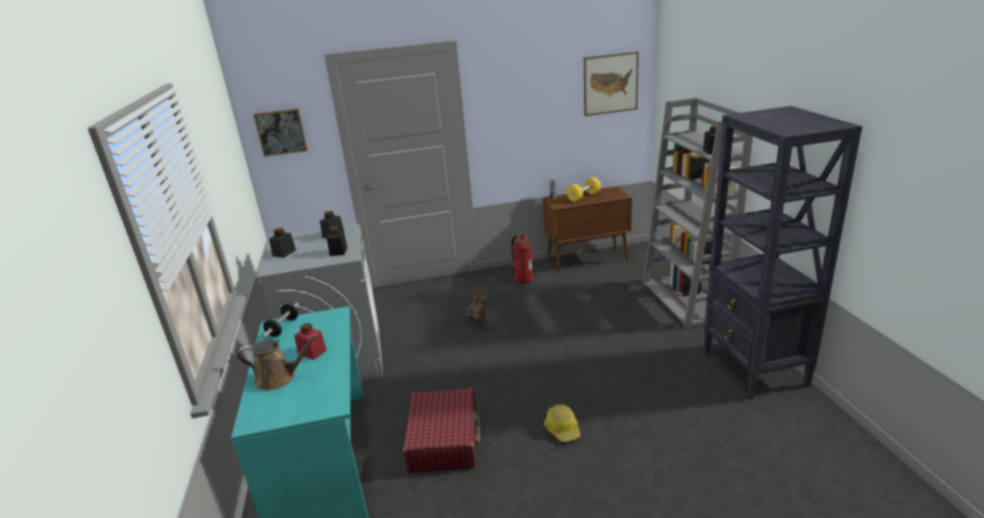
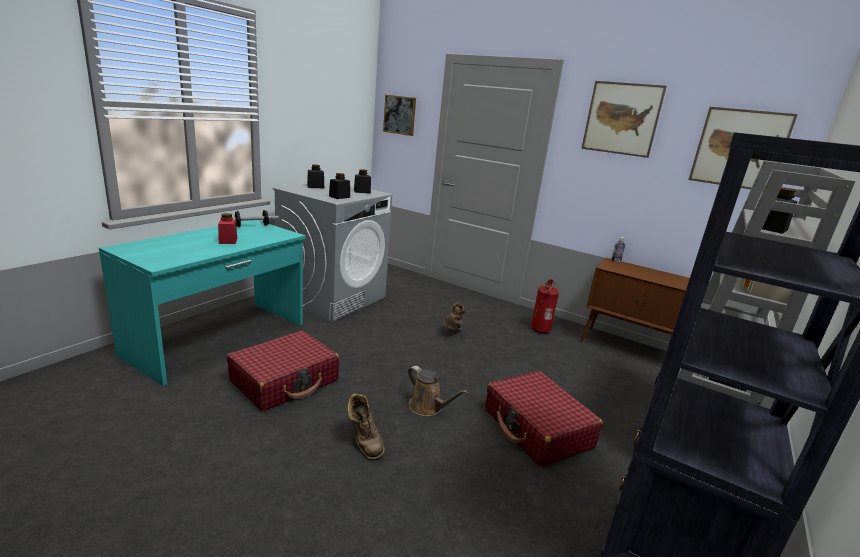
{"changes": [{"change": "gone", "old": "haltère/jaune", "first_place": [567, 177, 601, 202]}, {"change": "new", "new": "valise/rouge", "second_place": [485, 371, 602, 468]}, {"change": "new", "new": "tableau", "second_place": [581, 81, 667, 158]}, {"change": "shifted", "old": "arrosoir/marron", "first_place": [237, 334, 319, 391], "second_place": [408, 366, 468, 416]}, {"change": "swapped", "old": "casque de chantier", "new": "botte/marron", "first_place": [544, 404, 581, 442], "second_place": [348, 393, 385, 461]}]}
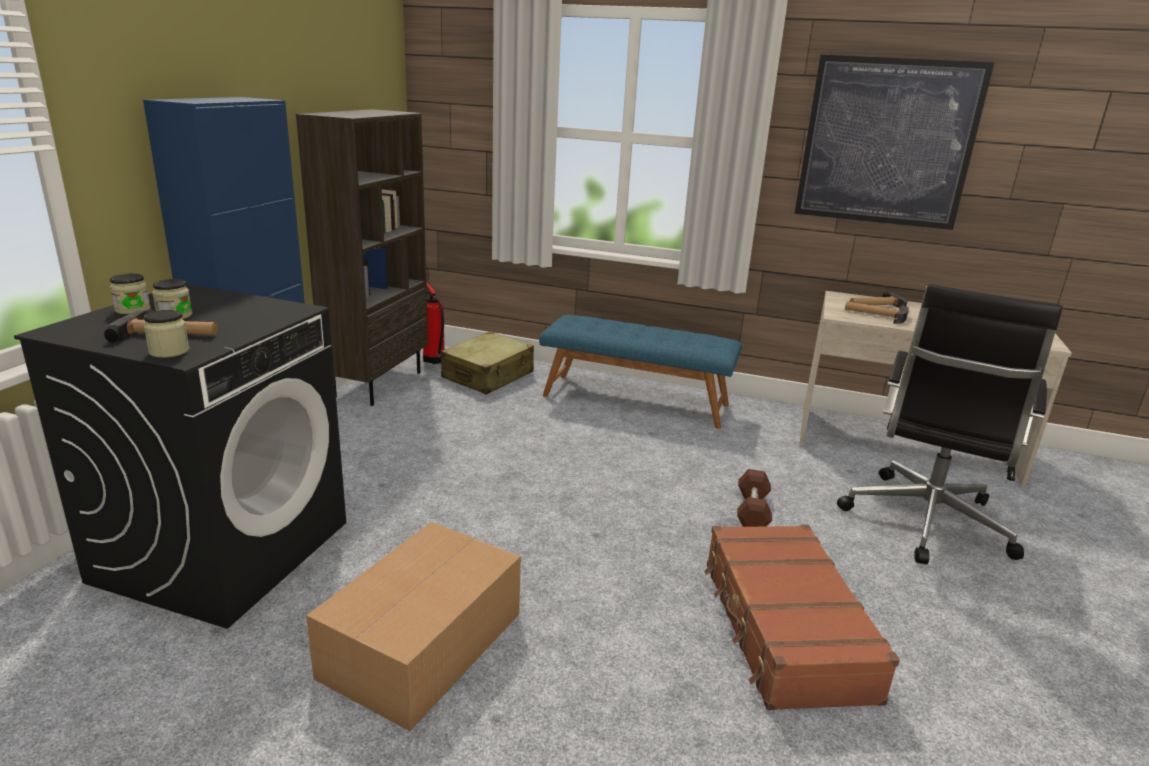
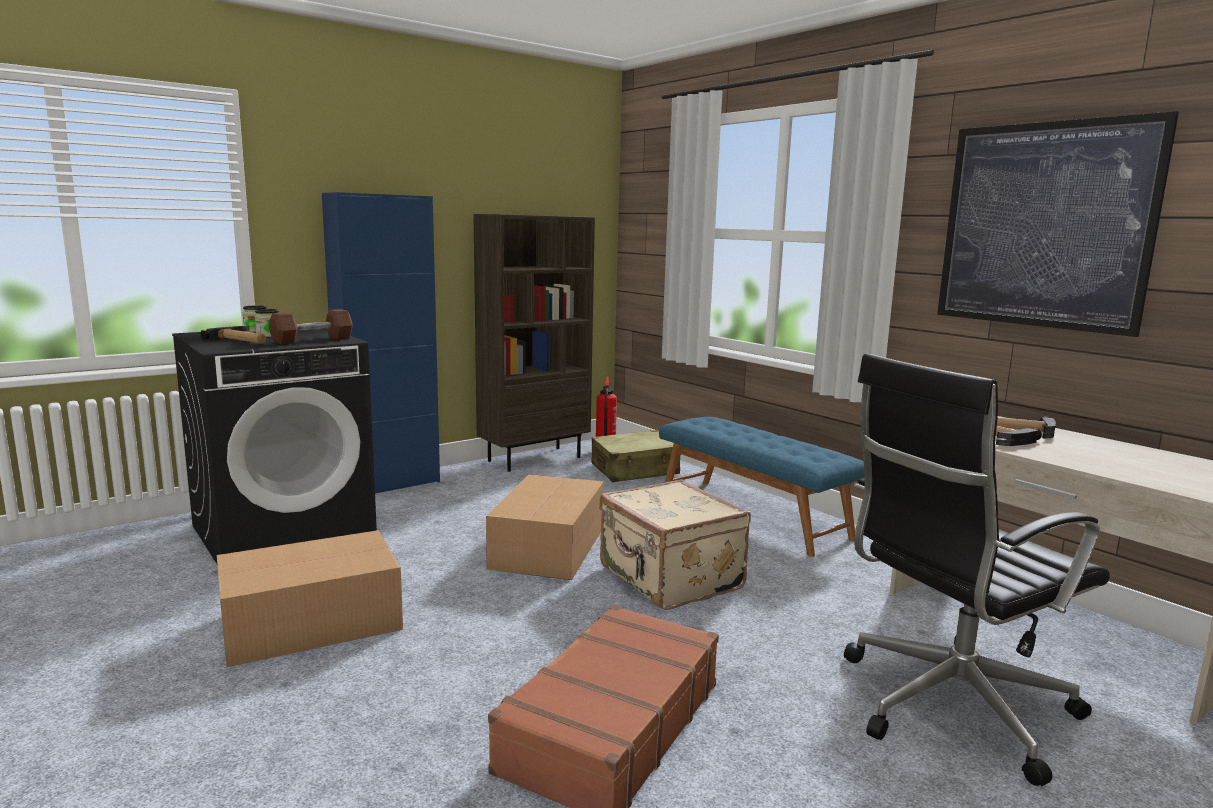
{"changes": [{"change": "gone", "old": "bocal", "first_place": [144, 310, 189, 358]}, {"change": "new", "new": "carton", "second_place": [486, 474, 604, 580]}, {"change": "new", "new": "valise/beige", "second_place": [599, 479, 751, 610]}, {"change": "shifted", "old": "haltère/marron", "first_place": [737, 469, 772, 527], "second_place": [269, 309, 353, 345]}]}
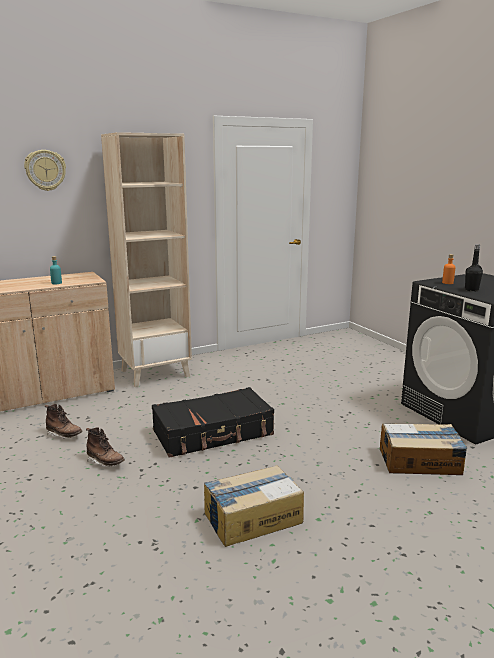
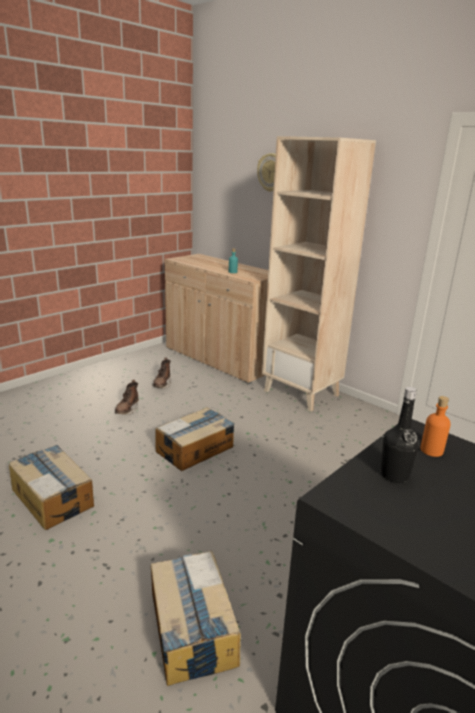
{"changes": [{"change": "swapped", "old": "valise/noir", "new": "carton", "first_place": [152, 387, 274, 458], "second_place": [155, 407, 235, 471]}]}
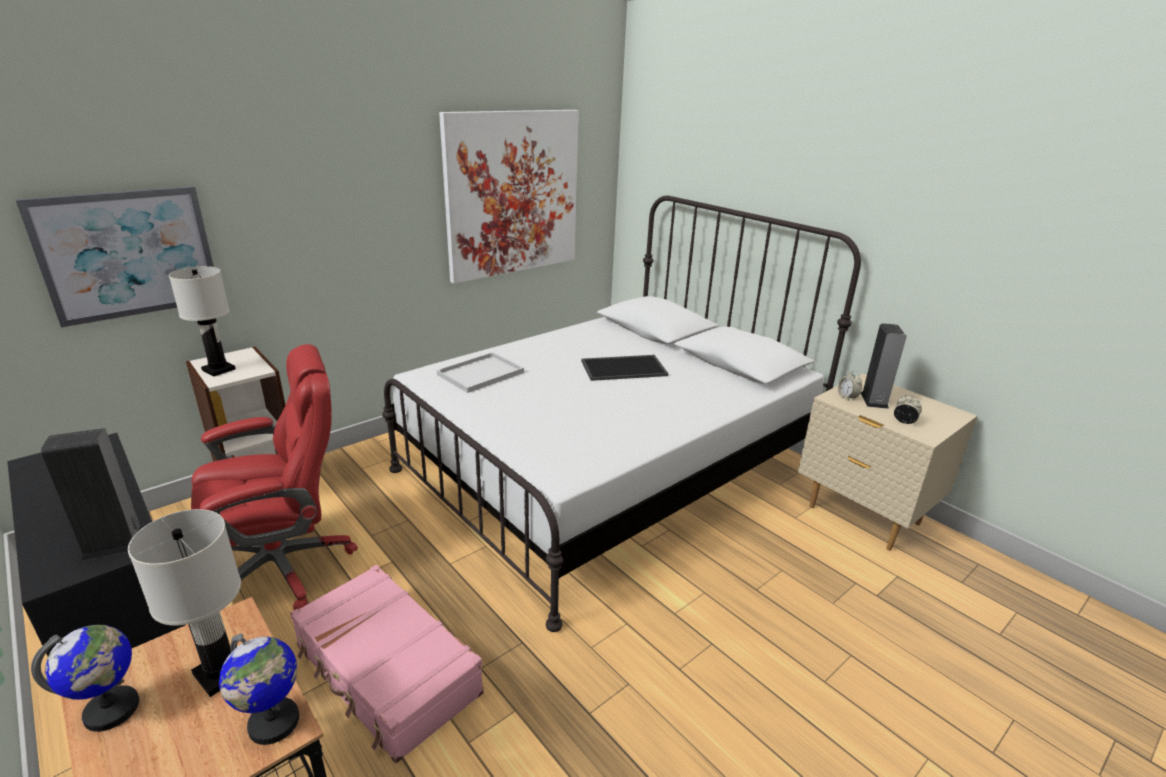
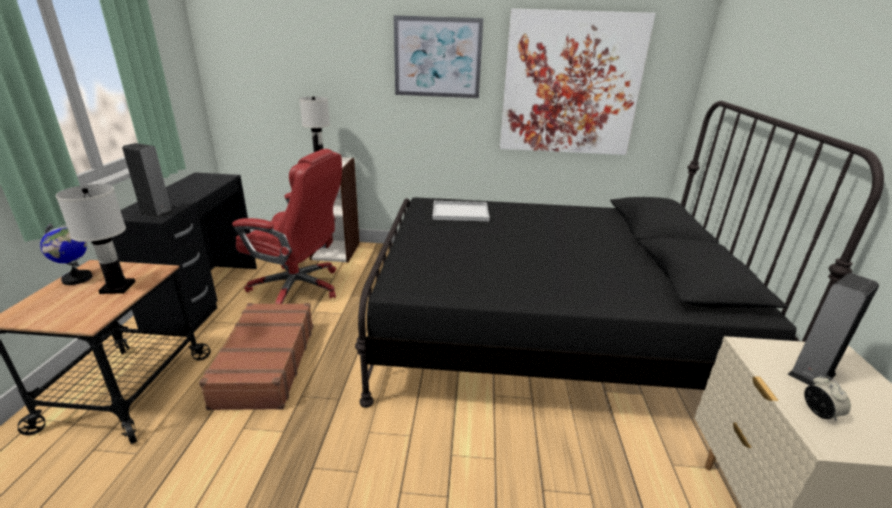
{"changes": [{"change": "gone", "old": "globe", "first_place": [219, 634, 299, 745]}, {"change": "gone", "old": "plateau", "first_place": [581, 355, 669, 381]}, {"change": "gone", "old": "réveil", "first_place": [838, 370, 862, 401]}, {"change": "shifted", "old": "tableau", "first_place": [16, 186, 214, 328], "second_place": [394, 15, 483, 98]}, {"change": "repainted", "old": "valise/rose", "new": "valise/marron", "first_place": [290, 565, 484, 763], "second_place": [199, 303, 313, 410]}, {"change": "repainted", "old": "lit/blanc", "new": "lit/noir", "first_place": [382, 196, 861, 632], "second_place": [355, 101, 884, 408]}]}
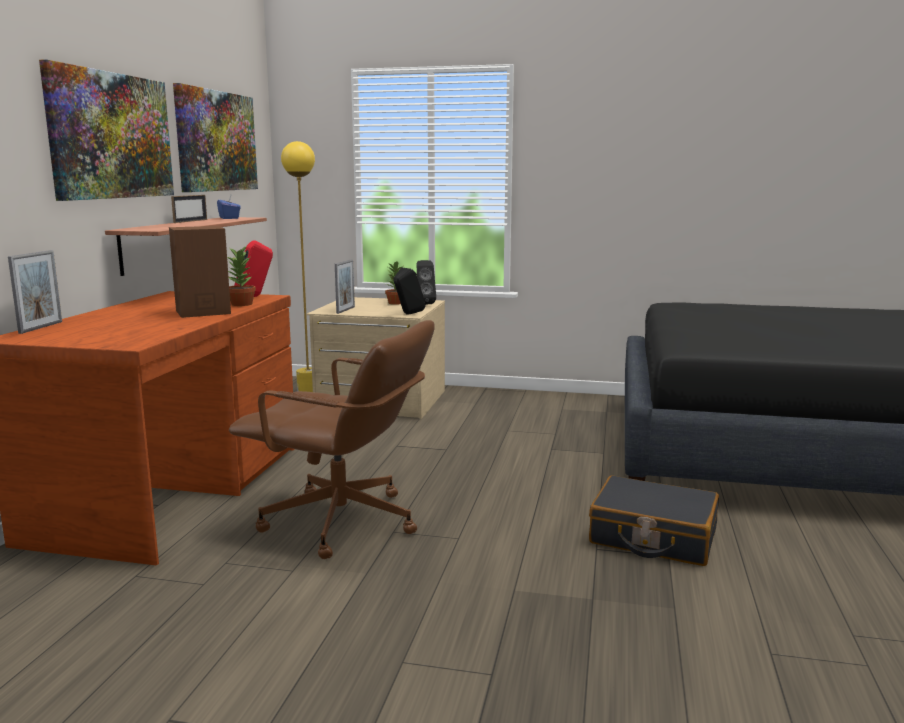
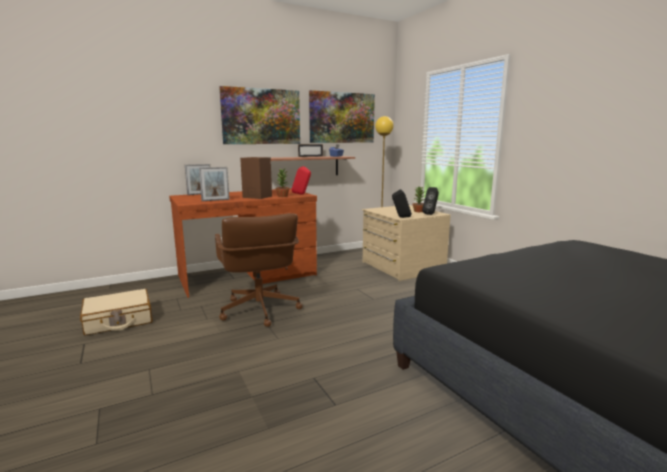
{"changes": [{"change": "gone", "old": "valise/noir", "first_place": [589, 475, 719, 566]}, {"change": "new", "new": "valise/beige", "second_place": [80, 289, 153, 335]}, {"change": "shifted", "old": "cadre photo", "first_place": [335, 259, 355, 314], "second_place": [199, 167, 230, 201]}]}
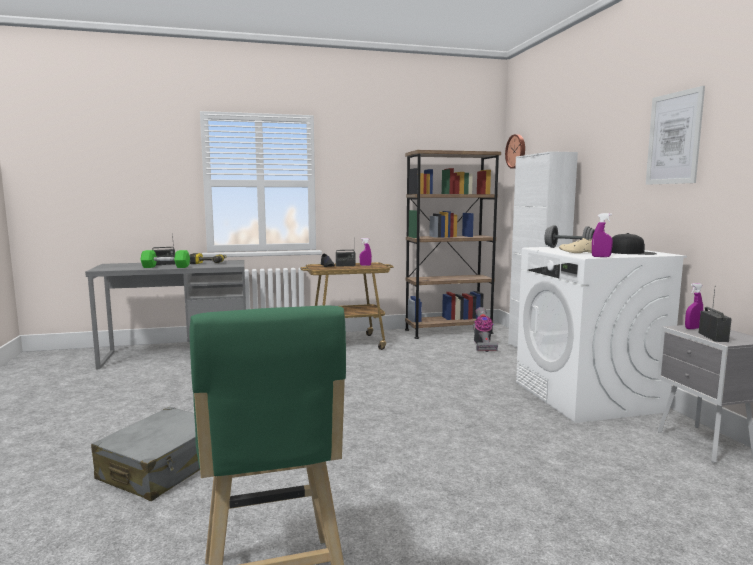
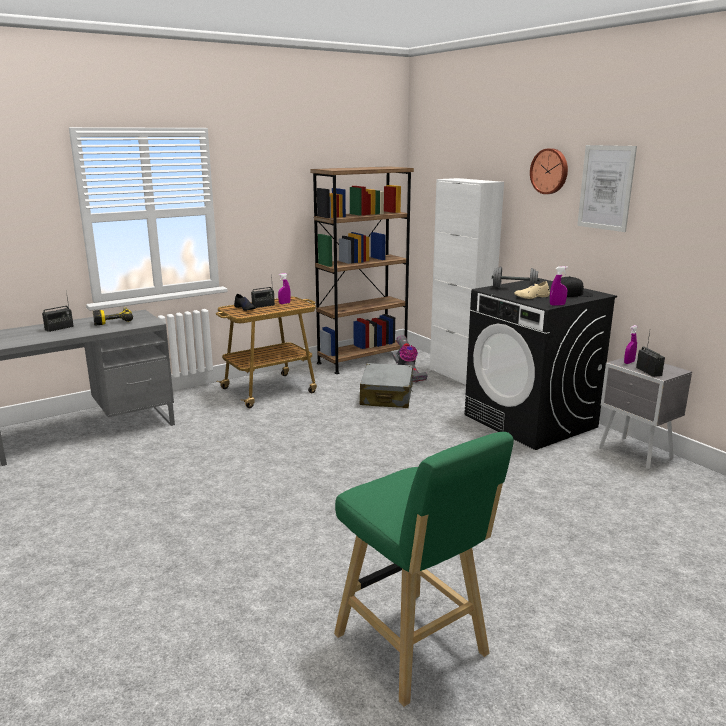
{"changes": [{"change": "gone", "old": "haltère/vert", "first_place": [140, 250, 190, 268]}, {"change": "shifted", "old": "valise/gris", "first_place": [91, 407, 200, 501], "second_place": [360, 363, 413, 408]}, {"change": "shifted", "old": "horloge murale", "first_place": [505, 134, 525, 169], "second_place": [530, 148, 568, 194]}, {"change": "repainted", "old": "lave-linge/blanc", "new": "lave-linge/noir", "first_place": [516, 247, 687, 423], "second_place": [465, 278, 617, 450]}]}
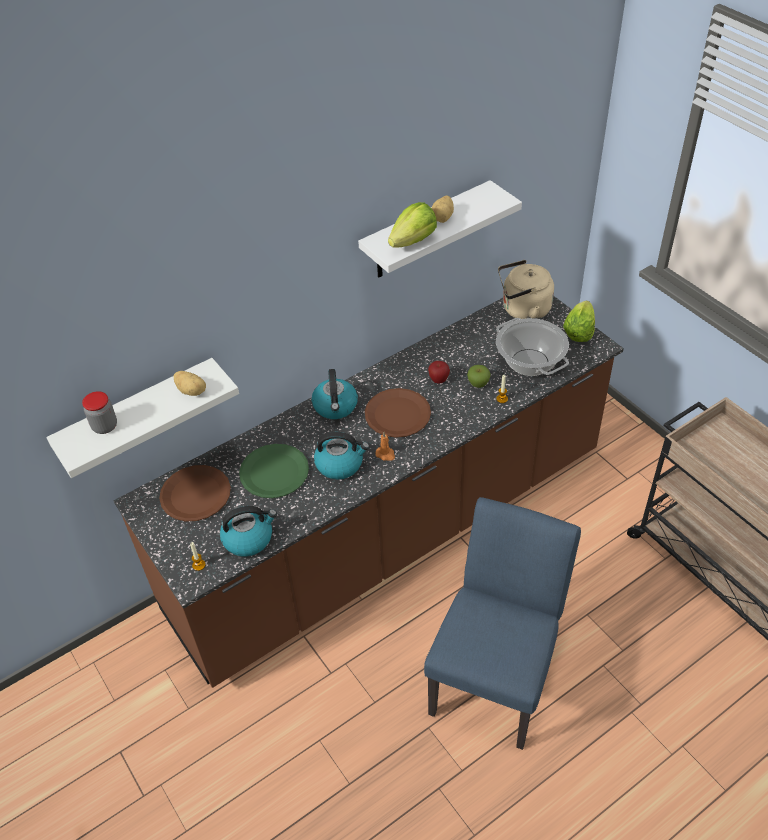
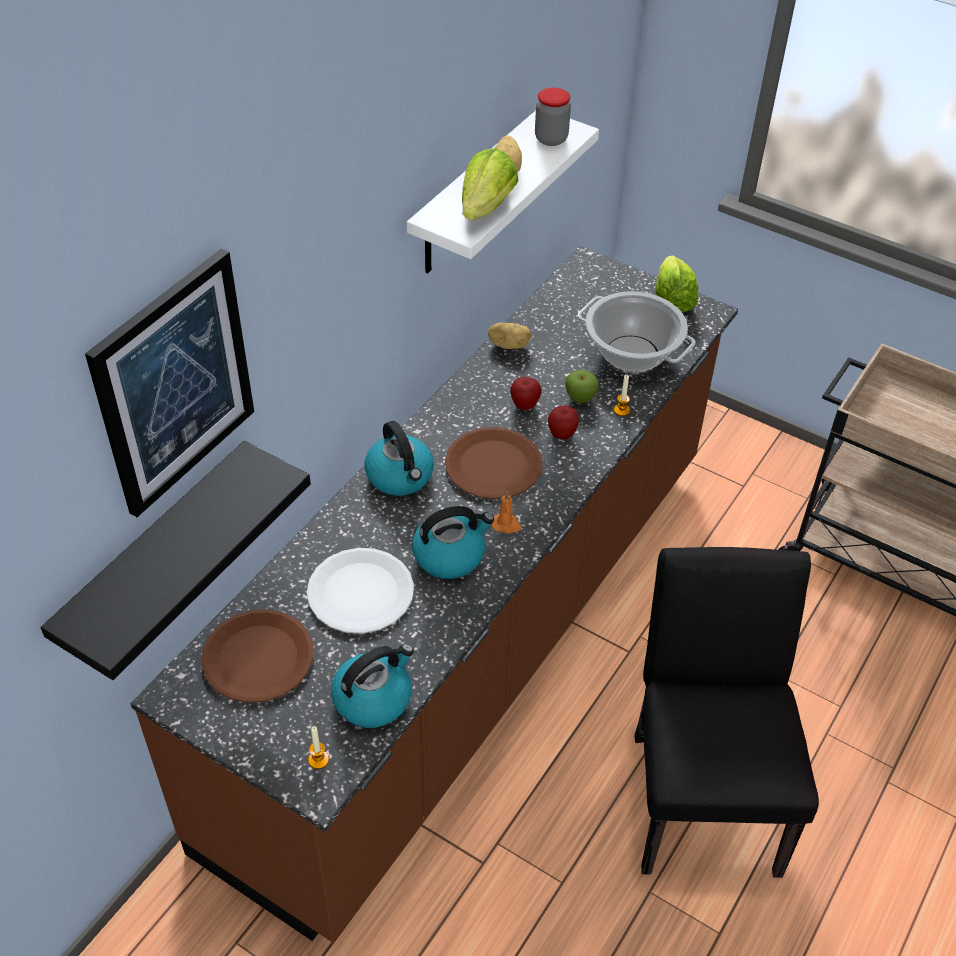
{"changes": [{"change": "gone", "old": "bouilloire/beige", "first_place": [498, 260, 554, 319]}, {"change": "new", "new": "tableau", "second_place": [85, 248, 254, 517]}, {"change": "new", "new": "pomme", "second_place": [548, 405, 579, 440]}, {"change": "shifted", "old": "bocal", "first_place": [82, 391, 117, 434], "second_place": [535, 88, 571, 146]}, {"change": "shifted", "old": "pomme de terre", "first_place": [173, 371, 206, 396], "second_place": [488, 323, 532, 349]}, {"change": "repainted", "old": "étagère/blanc", "new": "étagère/noir", "first_place": [46, 358, 239, 478], "second_place": [41, 441, 311, 680]}, {"change": "repainted", "old": "assiette/vert", "new": "assiette/blanc", "first_place": [239, 444, 309, 498], "second_place": [307, 548, 414, 634]}, {"change": "repainted", "old": "chaise/bleu", "new": "chaise/noir", "first_place": [424, 497, 581, 750], "second_place": [634, 547, 819, 878]}]}
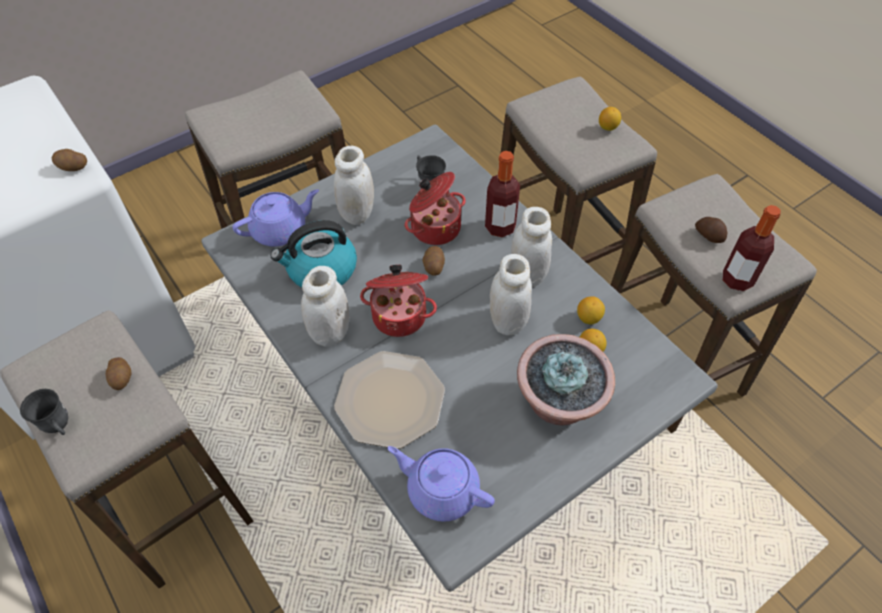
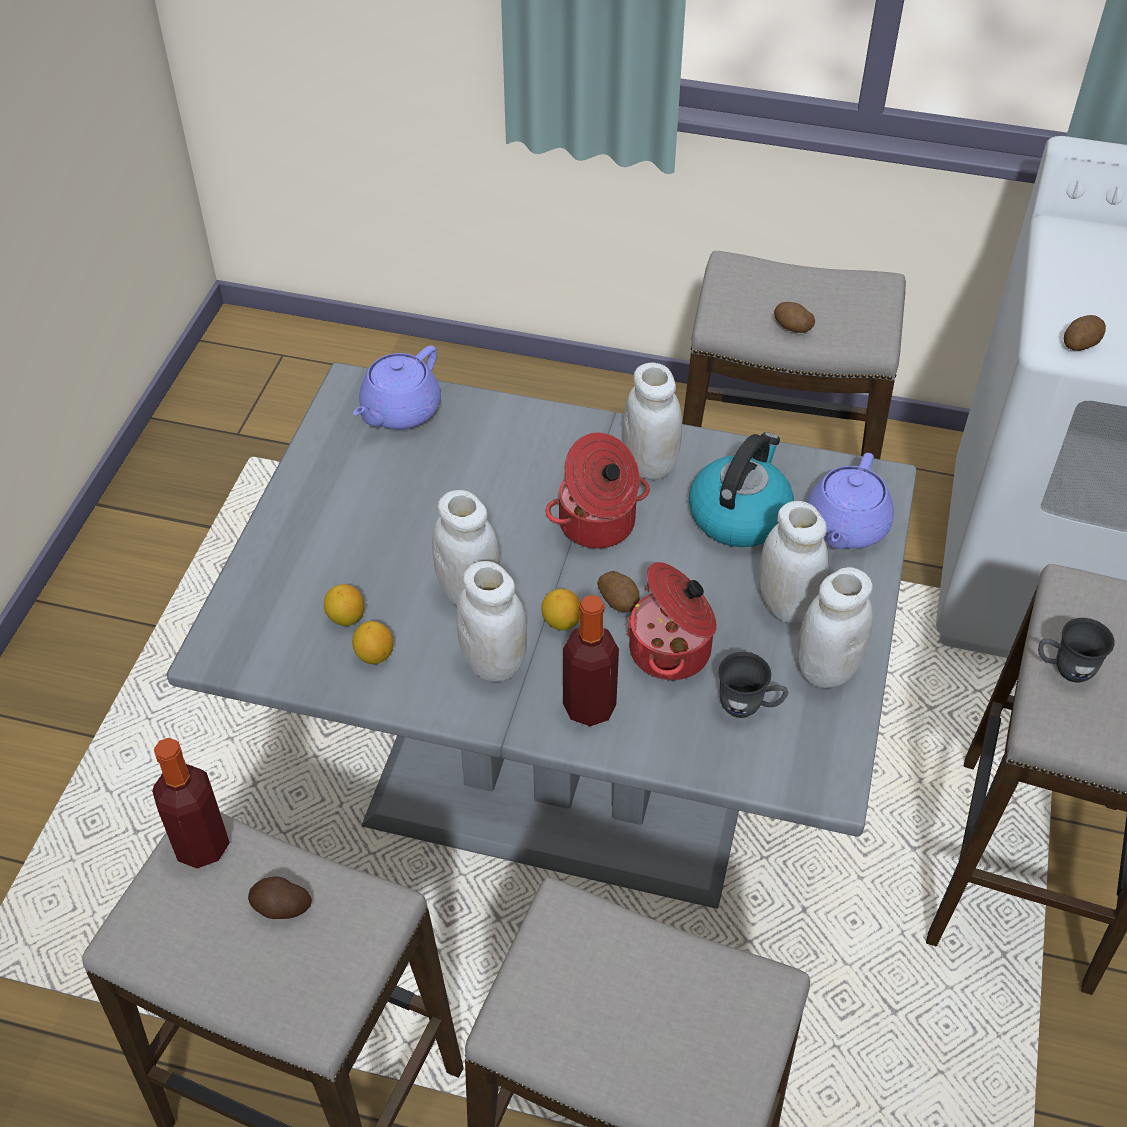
{"changes": [{"change": "gone", "old": "assiette", "first_place": [334, 351, 445, 449]}, {"change": "gone", "old": "plante en pot", "first_place": [517, 334, 615, 425]}, {"change": "new", "new": "bocal/blanc", "second_place": [797, 567, 873, 688]}, {"change": "shifted", "old": "mug/gris", "first_place": [20, 389, 68, 435], "second_place": [1038, 618, 1115, 683]}, {"change": "shifted", "old": "citron", "first_place": [599, 107, 621, 131], "second_place": [541, 589, 580, 631]}, {"change": "rotated", "old": "théière/violet", "first_place": [387, 446, 495, 522], "second_place": [353, 345, 441, 430], "degrees": 135}]}
